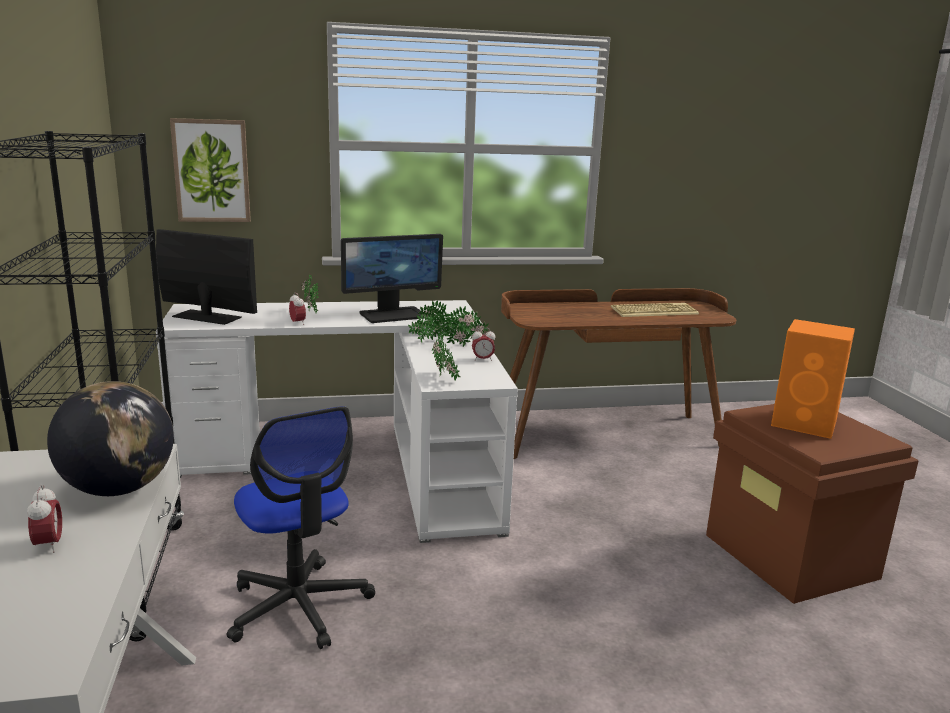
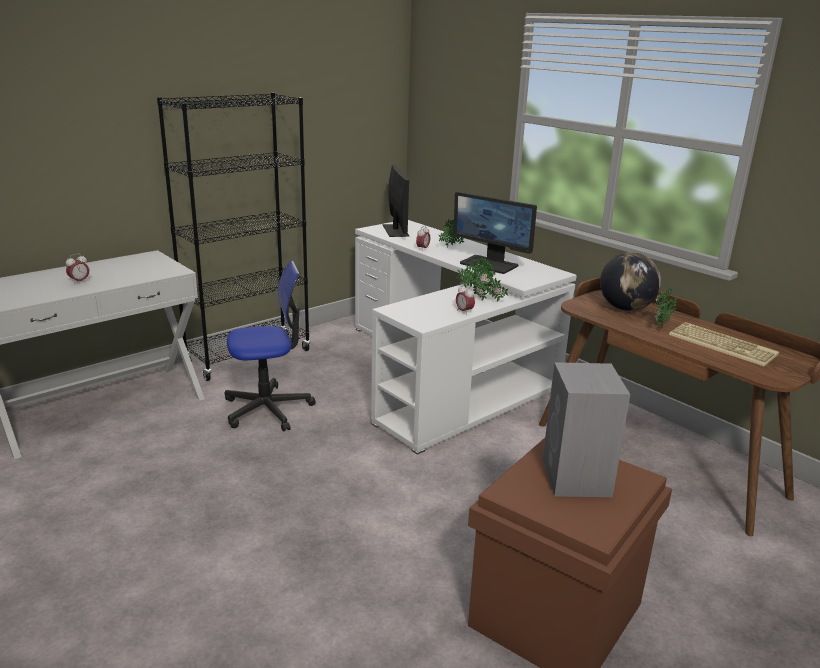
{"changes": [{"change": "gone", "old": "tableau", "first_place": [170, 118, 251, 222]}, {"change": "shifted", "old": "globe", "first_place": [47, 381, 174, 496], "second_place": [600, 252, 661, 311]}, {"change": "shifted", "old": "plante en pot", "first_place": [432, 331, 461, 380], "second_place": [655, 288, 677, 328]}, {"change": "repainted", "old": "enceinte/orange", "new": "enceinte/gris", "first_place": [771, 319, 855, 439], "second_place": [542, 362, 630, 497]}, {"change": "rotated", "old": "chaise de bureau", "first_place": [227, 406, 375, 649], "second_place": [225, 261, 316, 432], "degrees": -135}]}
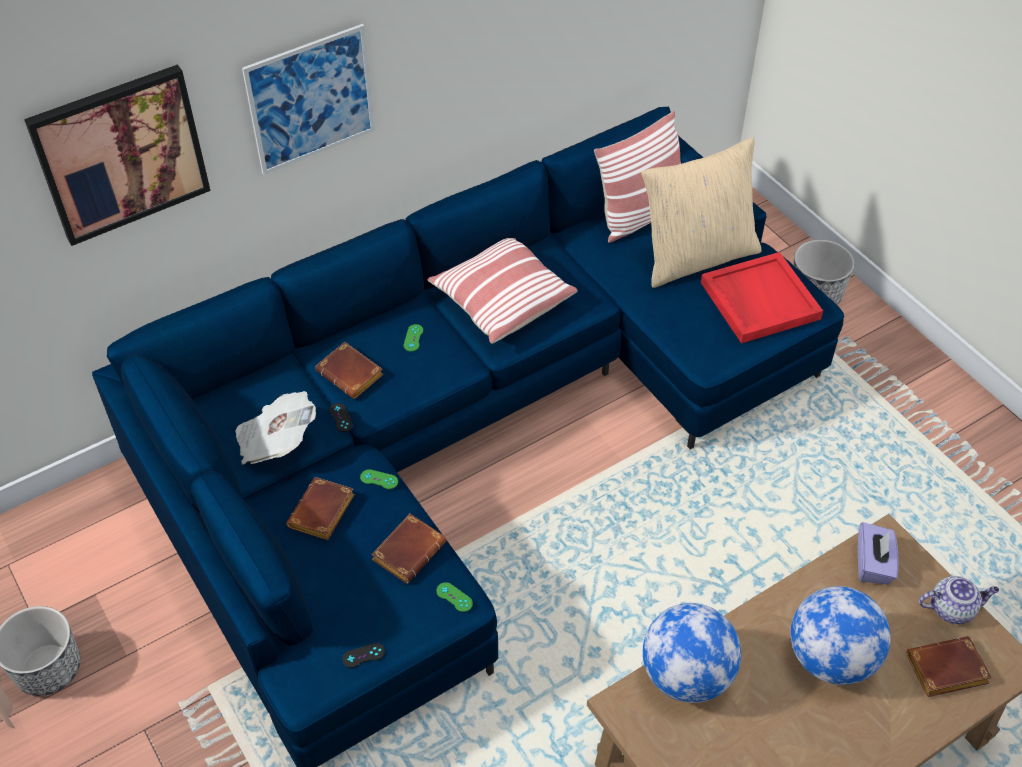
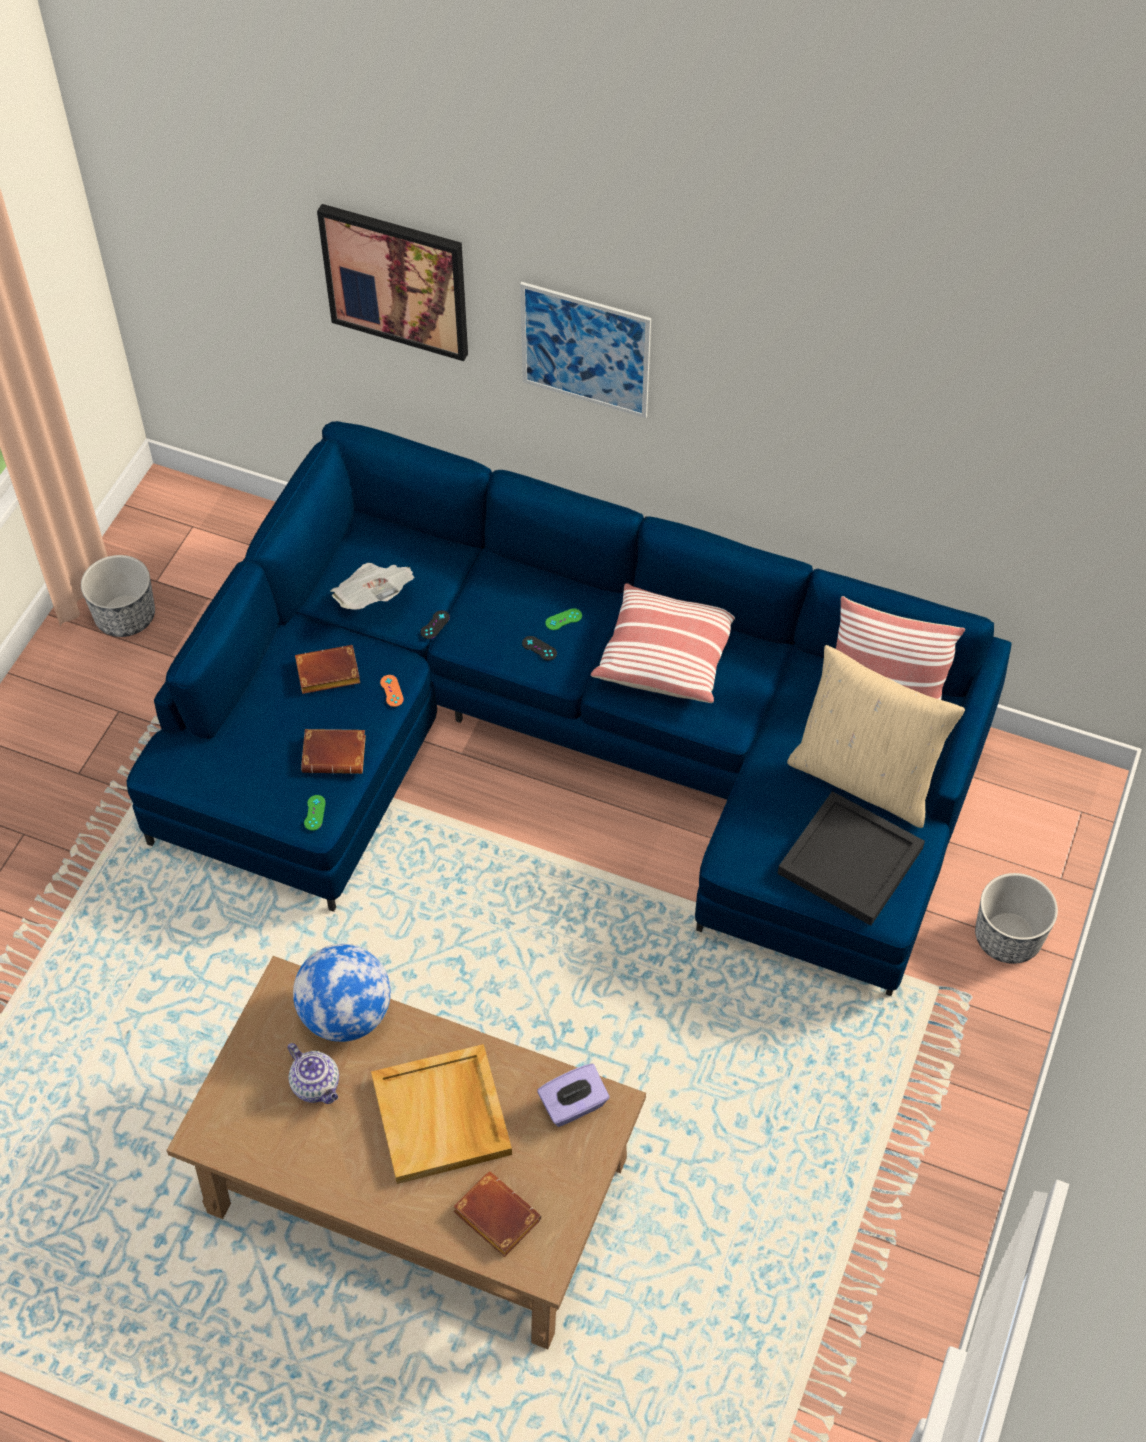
{"changes": [{"change": "gone", "old": "livre/marron", "first_place": [315, 342, 384, 399]}, {"change": "shifted", "old": "manette/noir", "first_place": [342, 643, 385, 668], "second_place": [522, 636, 557, 661]}, {"change": "shifted", "old": "théière", "first_place": [919, 576, 999, 624], "second_place": [287, 1043, 339, 1104]}, {"change": "swapped", "old": "globe", "new": "plateau/beige", "first_place": [791, 586, 891, 685], "second_place": [371, 1044, 512, 1184]}, {"change": "repainted", "old": "manette/vert", "new": "manette/orange", "first_place": [360, 469, 398, 489], "second_place": [380, 675, 404, 707]}, {"change": "repainted", "old": "plateau/rouge", "new": "plateau/noir", "first_place": [701, 252, 823, 343], "second_place": [777, 791, 925, 926]}]}
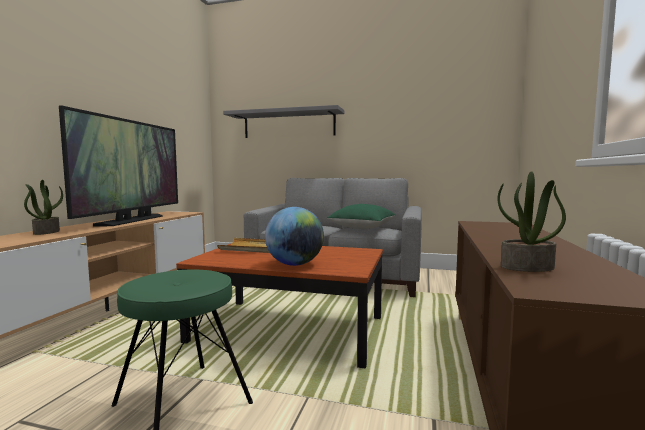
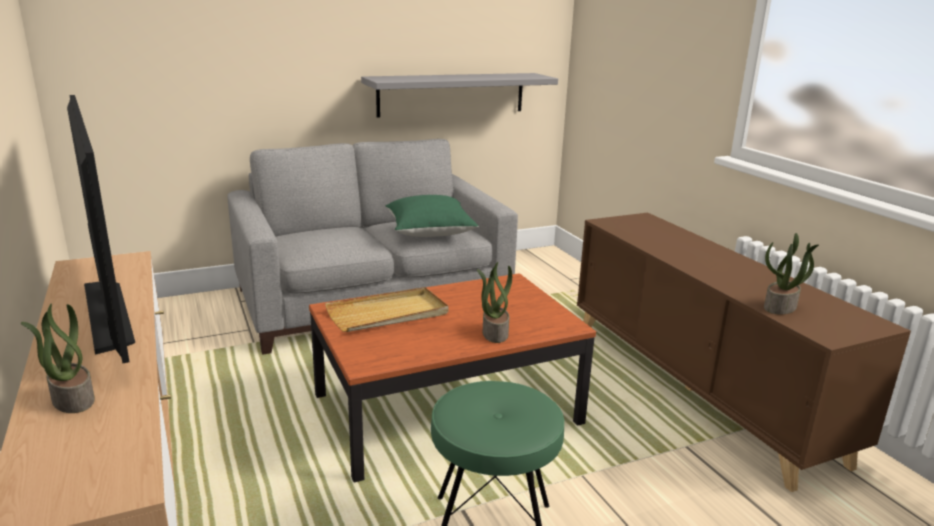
{"changes": [{"change": "shifted", "old": "étagère/gris", "first_place": [223, 105, 345, 138], "second_place": [361, 73, 558, 117]}, {"change": "swapped", "old": "globe", "new": "plante en pot", "first_place": [265, 207, 324, 266], "second_place": [477, 262, 512, 343]}]}
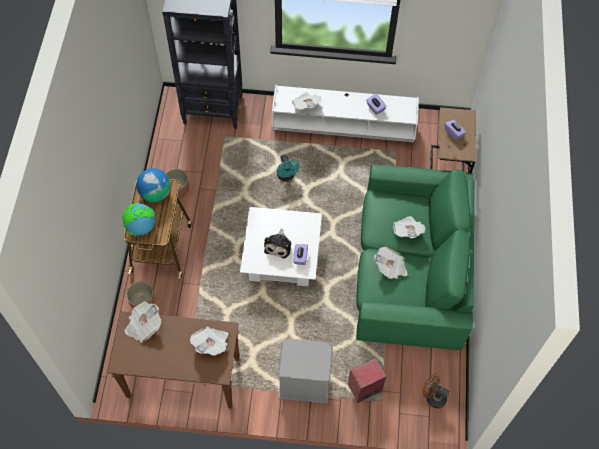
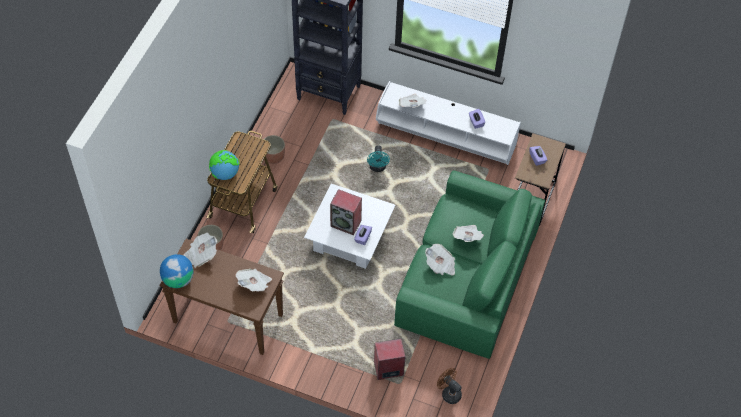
{"changes": [{"change": "gone", "old": "table de chevet/gris", "first_place": [278, 339, 333, 404]}, {"change": "shifted", "old": "globe", "first_place": [136, 168, 171, 202], "second_place": [160, 254, 193, 288]}, {"change": "swapped", "old": "peluche", "new": "enceinte", "first_place": [264, 229, 291, 258], "second_place": [330, 189, 362, 235]}]}
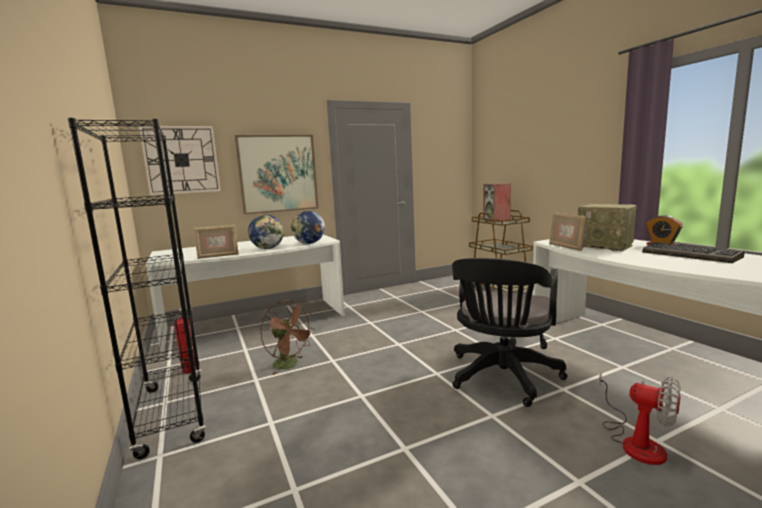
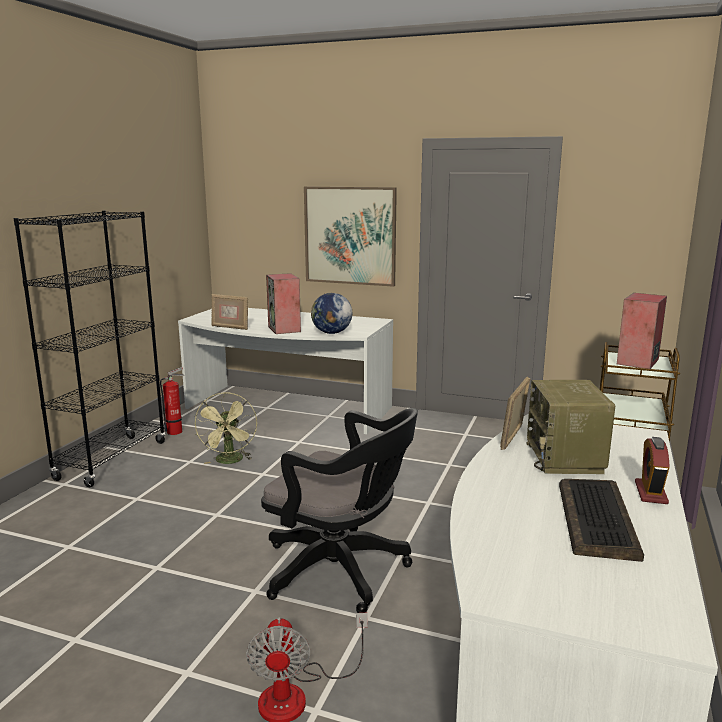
{"changes": [{"change": "gone", "old": "horloge murale", "first_place": [139, 126, 221, 195]}, {"change": "swapped", "old": "globe", "new": "enceinte", "first_place": [248, 215, 284, 249], "second_place": [266, 273, 301, 334]}, {"change": "repainted", "old": "ventilateur/marron", "new": "ventilateur/vert", "first_place": [261, 301, 314, 375], "second_place": [195, 392, 257, 464]}, {"change": "rotated", "old": "chaise de bureau/noir", "first_place": [452, 258, 567, 407], "second_place": [261, 408, 418, 613], "degrees": -135}]}
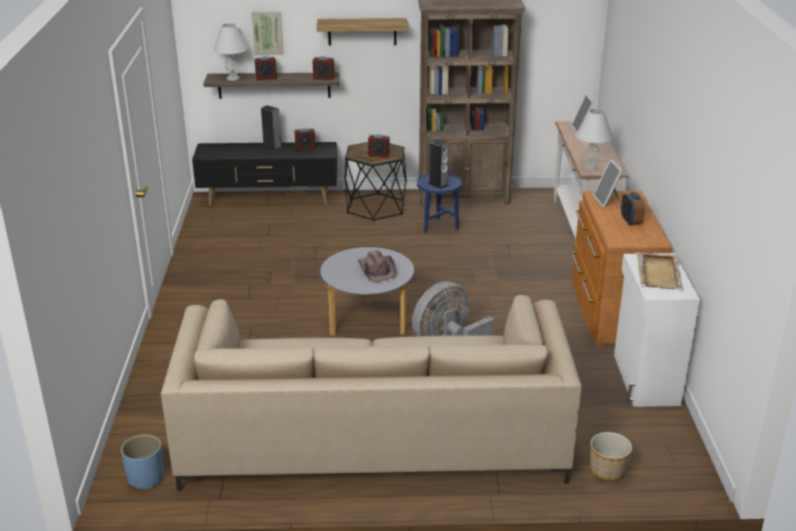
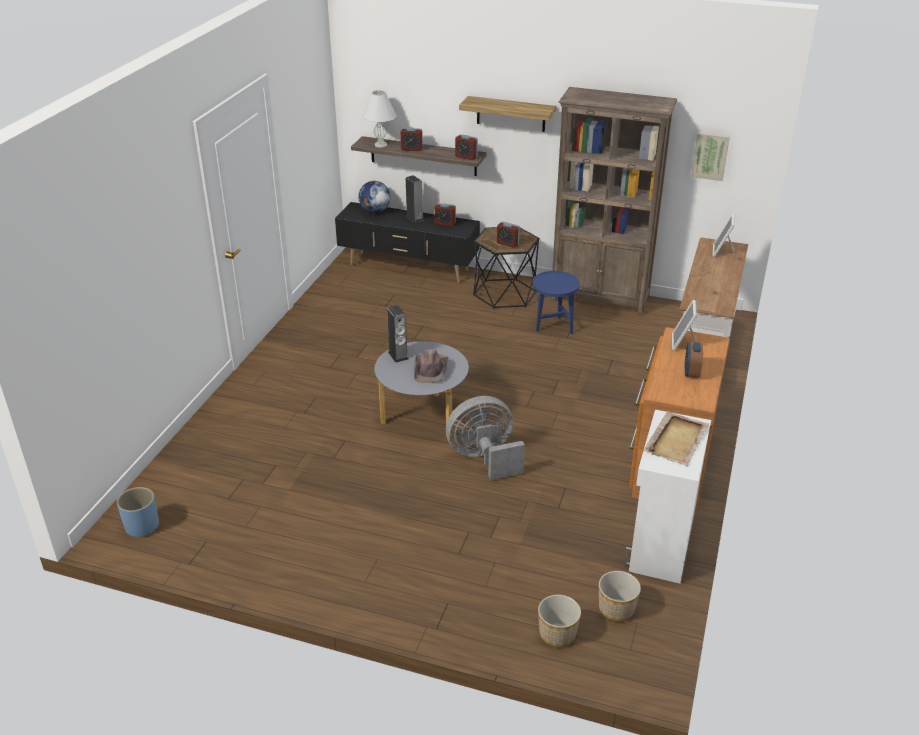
{"changes": [{"change": "gone", "old": "canapé/beige", "first_place": [161, 295, 582, 491]}, {"change": "gone", "old": "lampe de table/blanc", "first_place": [575, 109, 613, 170]}, {"change": "new", "new": "globe", "second_place": [358, 181, 390, 213]}, {"change": "new", "new": "cache-pot", "second_place": [599, 571, 641, 622]}, {"change": "shifted", "old": "tableau", "first_place": [251, 12, 284, 55], "second_place": [691, 132, 730, 181]}, {"change": "shifted", "old": "enceinte", "first_place": [428, 139, 449, 189], "second_place": [387, 305, 408, 363]}]}
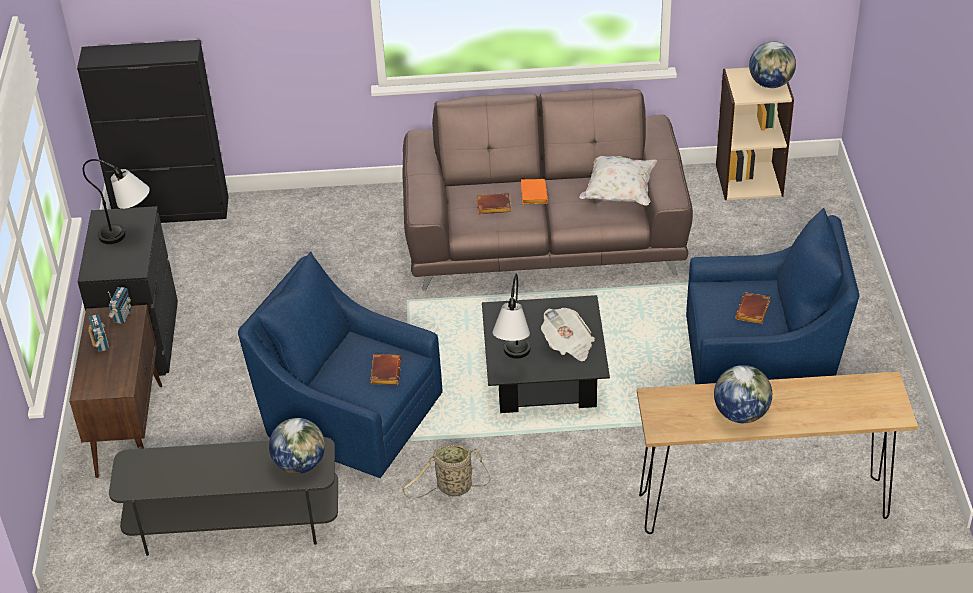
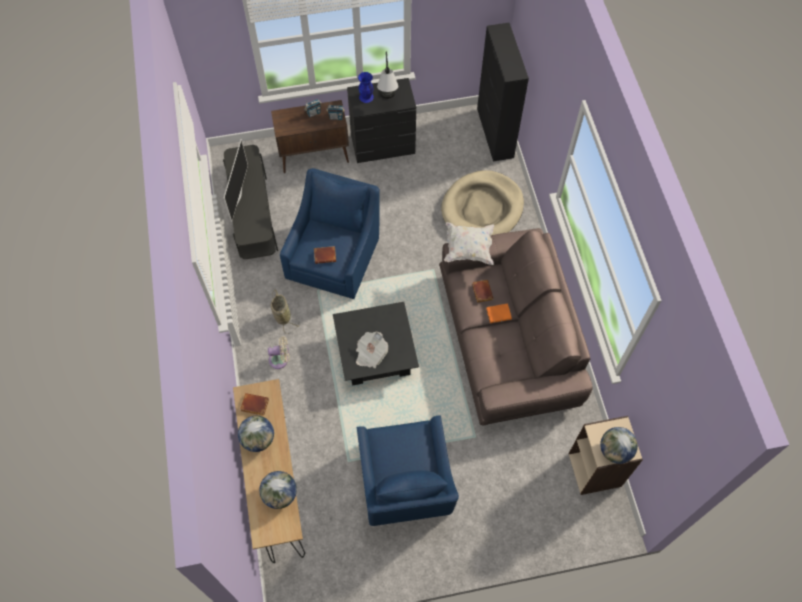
{"changes": [{"change": "gone", "old": "lampe de table", "first_place": [492, 273, 531, 359]}, {"change": "new", "new": "téléviseur", "second_place": [224, 139, 248, 222]}, {"change": "new", "new": "ventilateur/beige", "second_place": [268, 336, 290, 369]}, {"change": "new", "new": "vase/bleu", "second_place": [358, 72, 374, 103]}, {"change": "new", "new": "panier pour chien/beige", "second_place": [441, 170, 524, 235]}, {"change": "shifted", "old": "globe", "first_place": [269, 418, 325, 474], "second_place": [259, 471, 297, 509]}, {"change": "shifted", "old": "coussin/blanc", "first_place": [579, 156, 657, 206], "second_place": [444, 222, 494, 265]}, {"change": "shifted", "old": "livre/marron", "first_place": [735, 292, 770, 324], "second_place": [240, 393, 269, 416]}]}
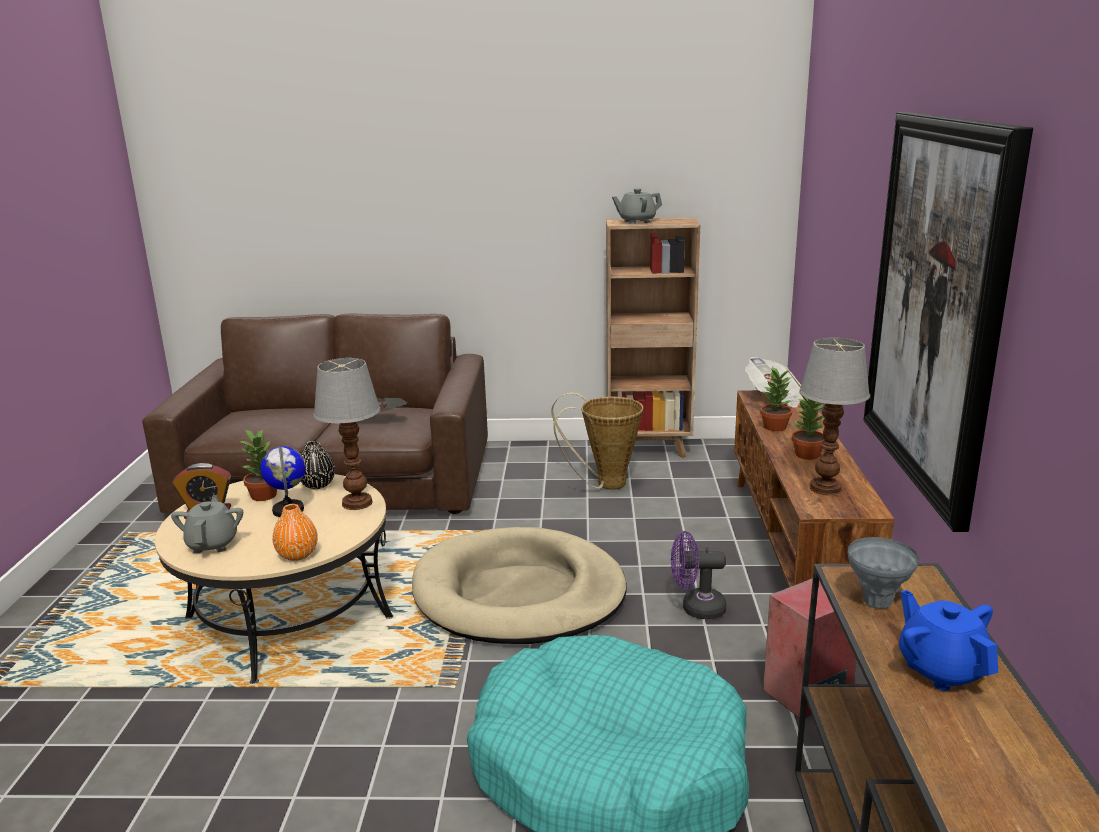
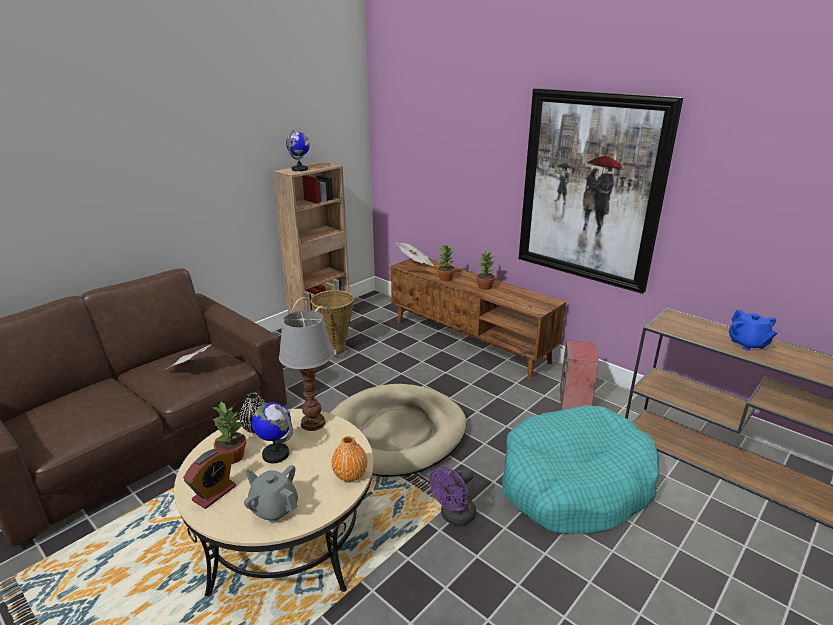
{"changes": [{"change": "gone", "old": "lampe de table", "first_place": [799, 338, 870, 495]}, {"change": "gone", "old": "vase/gris", "first_place": [848, 537, 919, 609]}, {"change": "shifted", "old": "ventilateur/violet", "first_place": [671, 531, 726, 619], "second_place": [429, 466, 476, 526]}, {"change": "swapped", "old": "théière/gris", "new": "globe", "first_place": [612, 188, 662, 224], "second_place": [286, 130, 310, 171]}, {"change": "rotated", "old": "théière/bleu", "first_place": [899, 590, 998, 691], "second_place": [729, 310, 777, 350], "degrees": -120}]}
